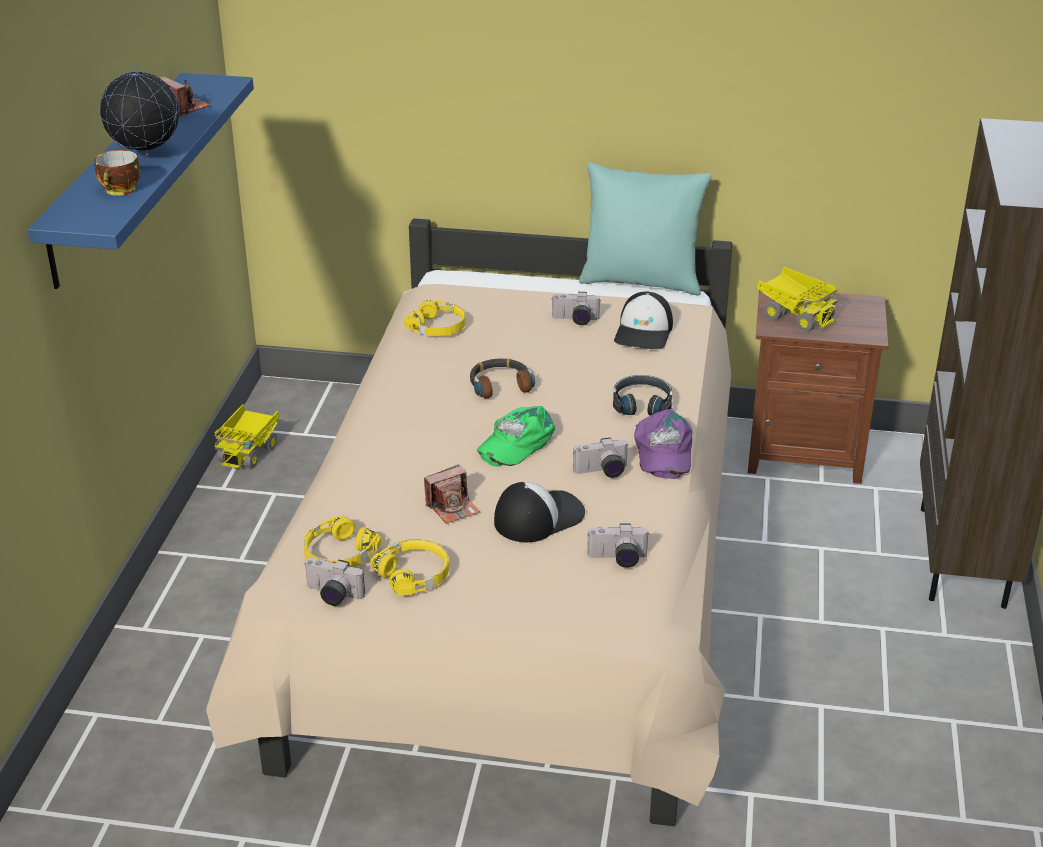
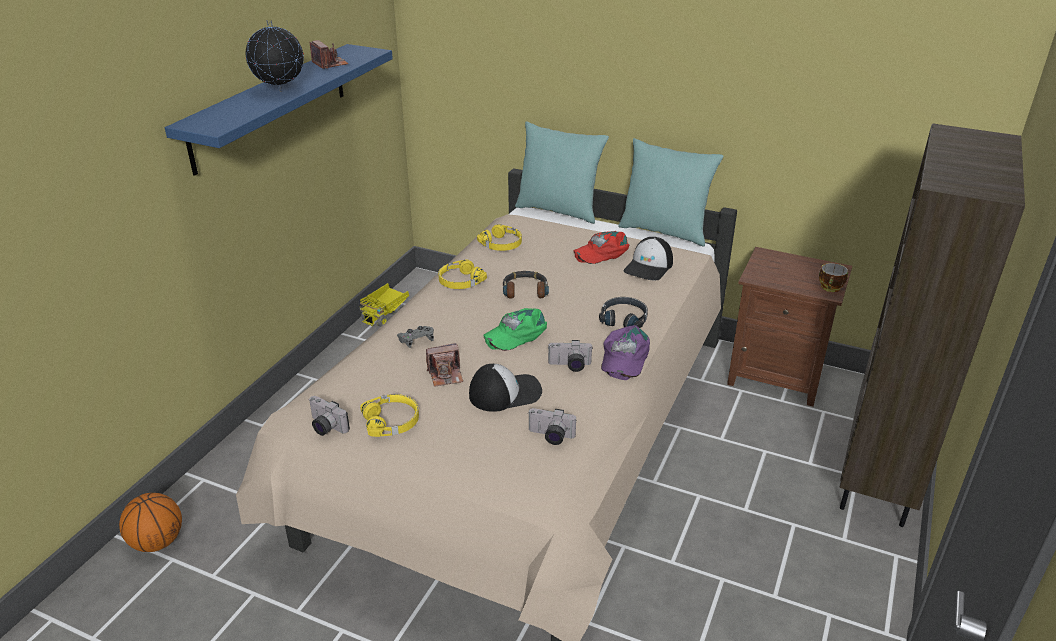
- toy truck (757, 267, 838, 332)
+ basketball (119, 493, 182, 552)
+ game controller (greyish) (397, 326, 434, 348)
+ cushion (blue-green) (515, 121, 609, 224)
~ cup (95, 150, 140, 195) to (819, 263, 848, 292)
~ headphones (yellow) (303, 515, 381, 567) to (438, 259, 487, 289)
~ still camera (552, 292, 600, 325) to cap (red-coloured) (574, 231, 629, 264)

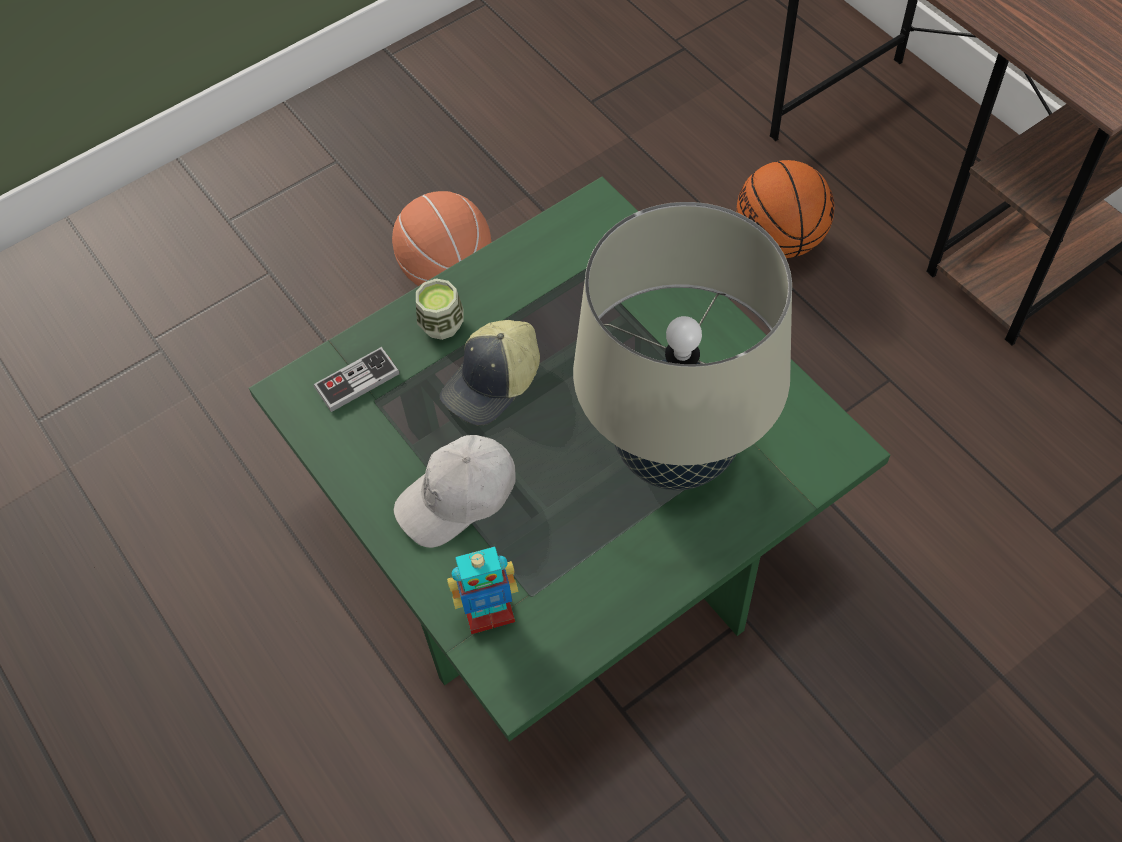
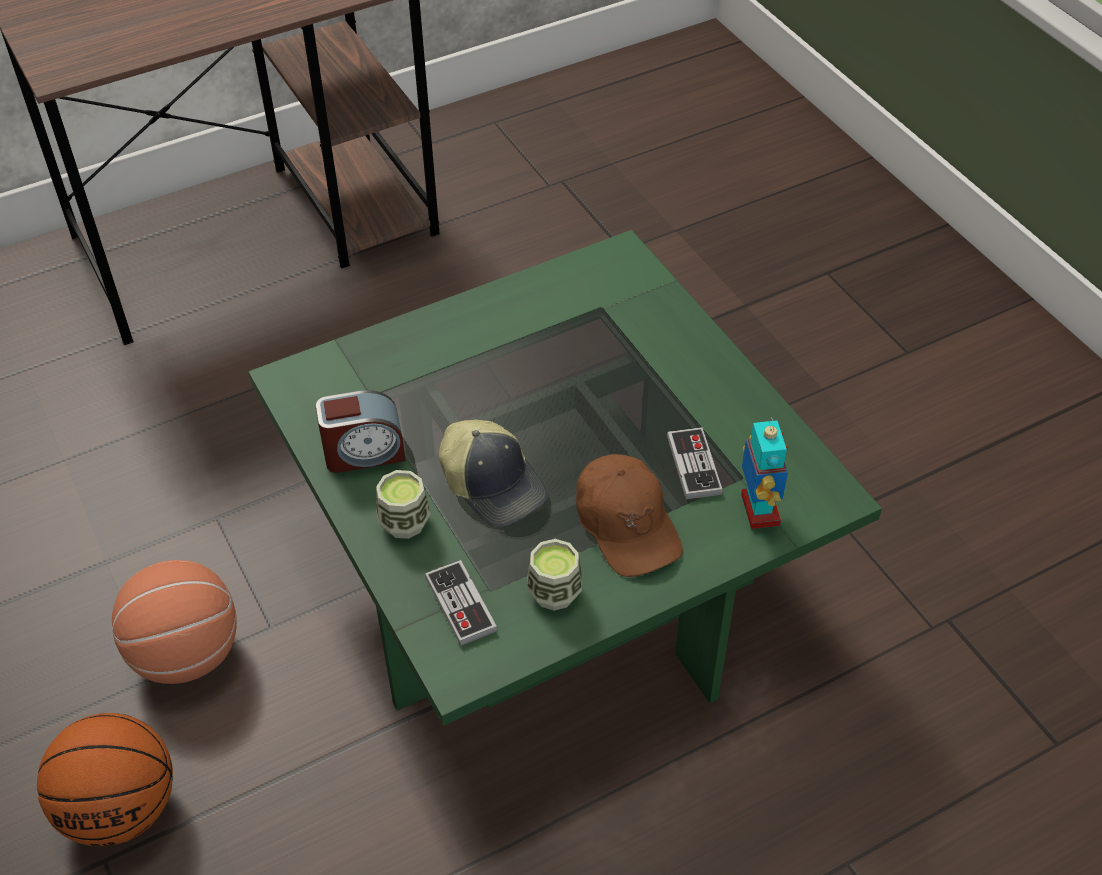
- lamp for a table (beige) (573, 202, 792, 490)
+ table clock (316, 390, 406, 473)
+ cup (527, 539, 582, 611)
+ game controller (667, 427, 723, 500)
~ basketball (737, 160, 834, 258) to (37, 713, 173, 847)
~ cap (white-coloured) (394, 435, 516, 548) to cap (brown) (576, 454, 683, 577)

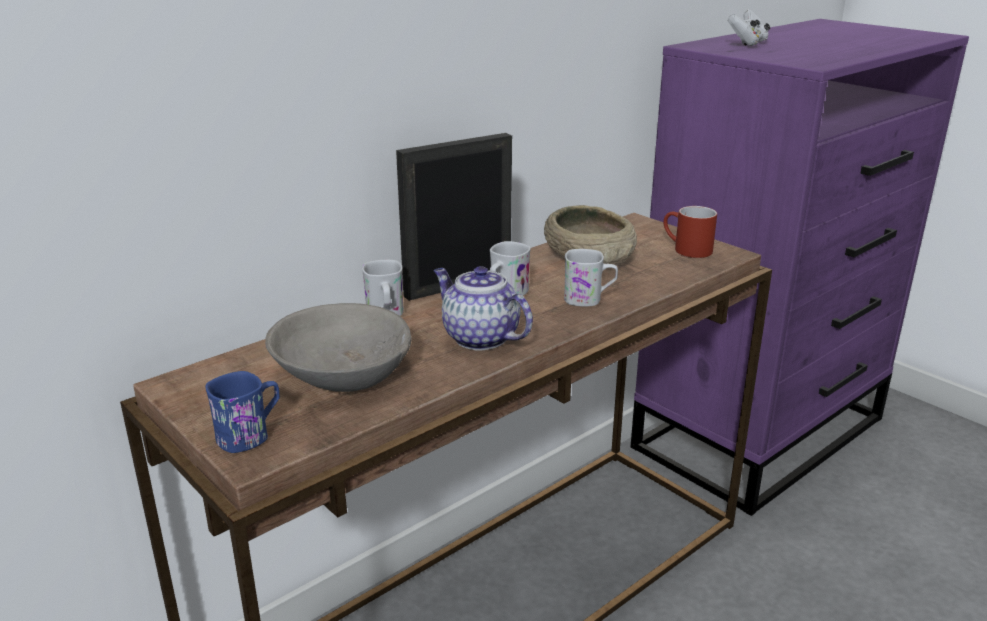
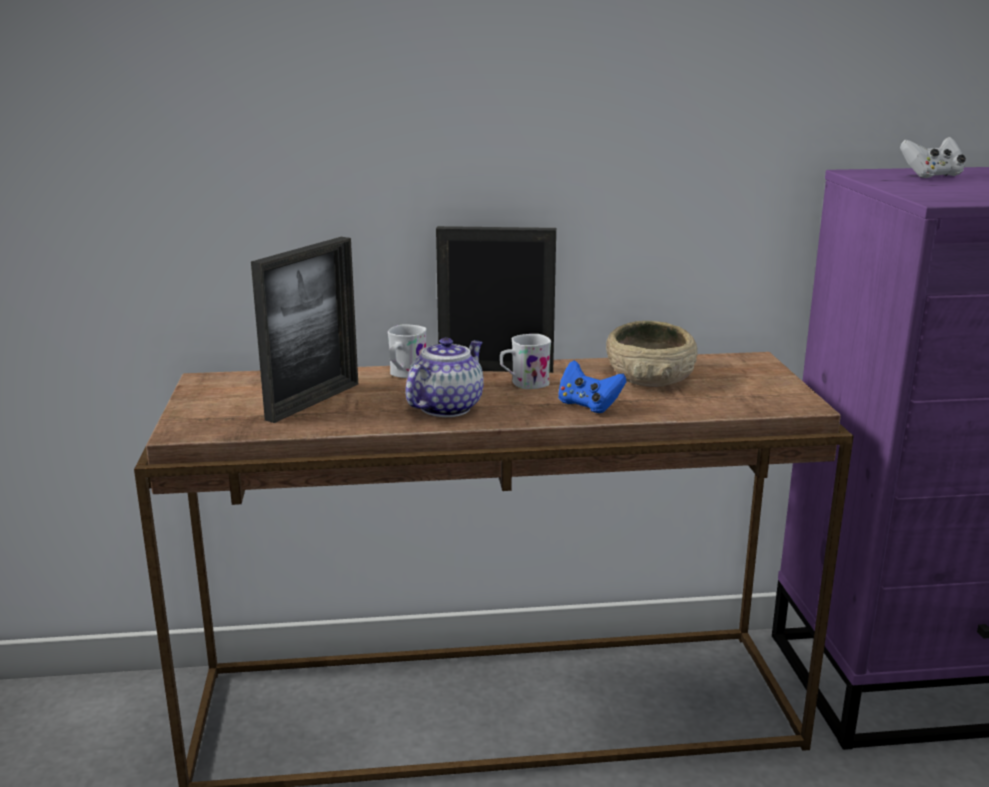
- coffee mug (blue-coloured) (205, 371, 280, 453)
- coffee mug (red-coloured) (663, 206, 717, 258)
~ serving bowl (greyish) (265, 303, 412, 392) to standing frame (251, 237, 358, 423)
~ coffee mug (white-coloured) (564, 249, 618, 307) to game controller (blue-coloured) (558, 360, 627, 413)
~ pot for tea (433, 266, 533, 351) = (405, 338, 484, 417) 45 degrees clockwise

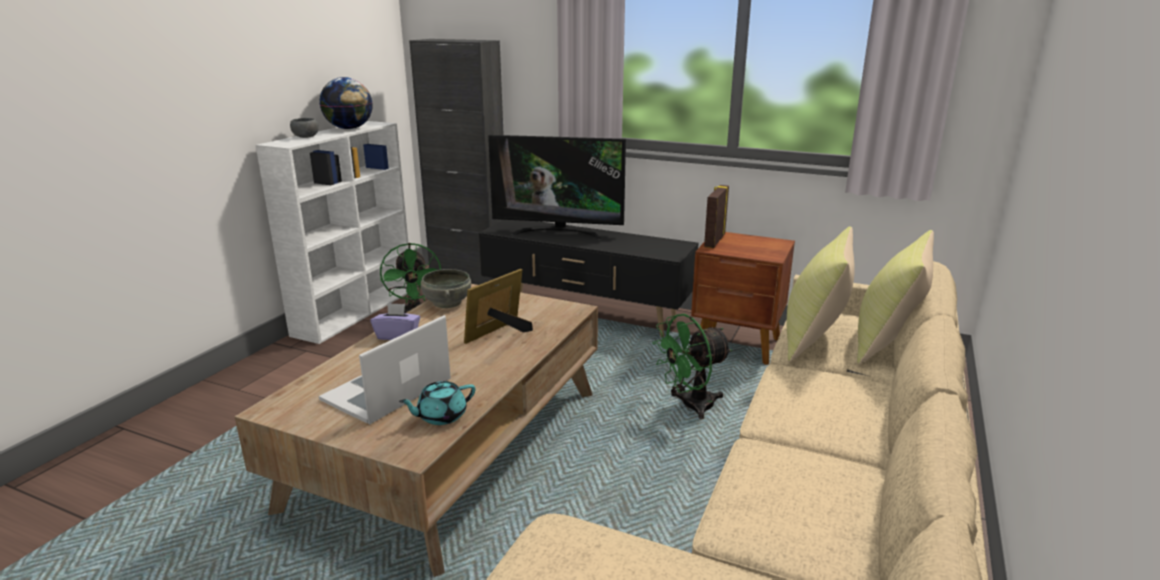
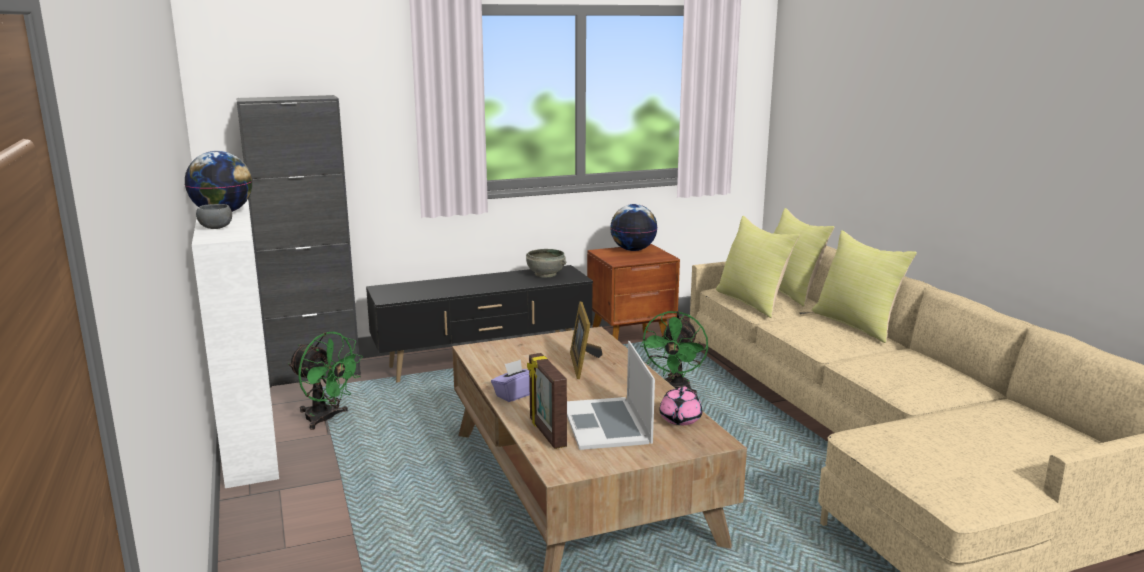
- TV set (488, 135, 626, 240)
+ desk globe (610, 204, 658, 251)
+ cushion (yellow) (812, 230, 917, 343)
~ serving bowl (greyish) (421, 269, 471, 308) to (526, 249, 566, 277)
~ standing frame (704, 185, 729, 248) to (527, 353, 567, 449)
~ pot for tea (blue-green) (399, 381, 475, 425) to pot for tea (pinkish) (659, 387, 702, 425)

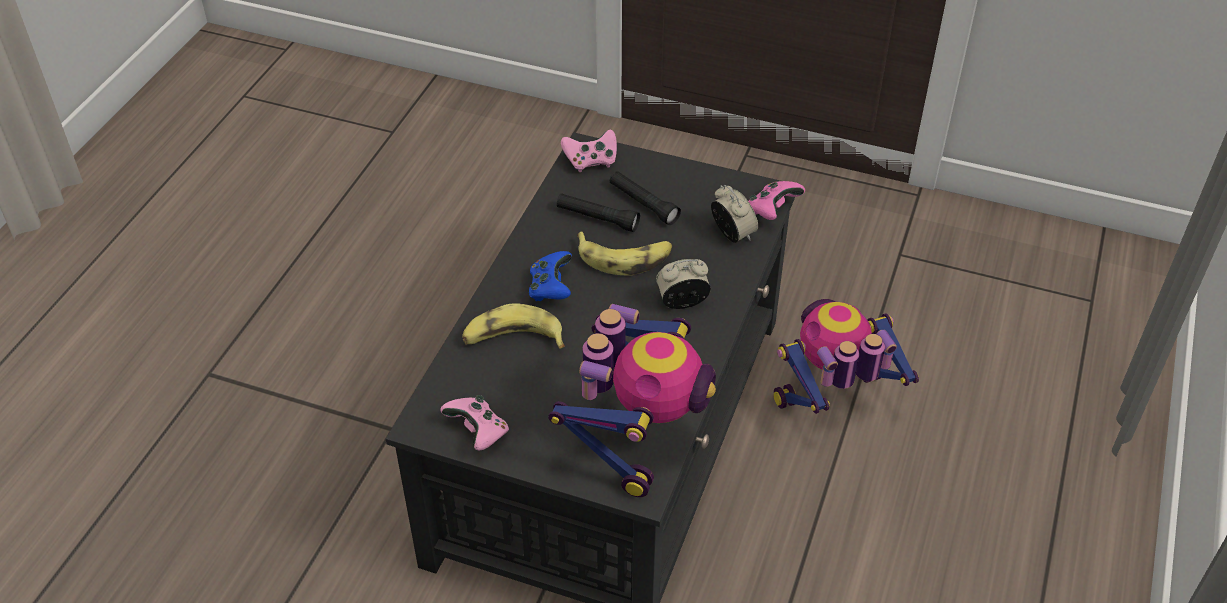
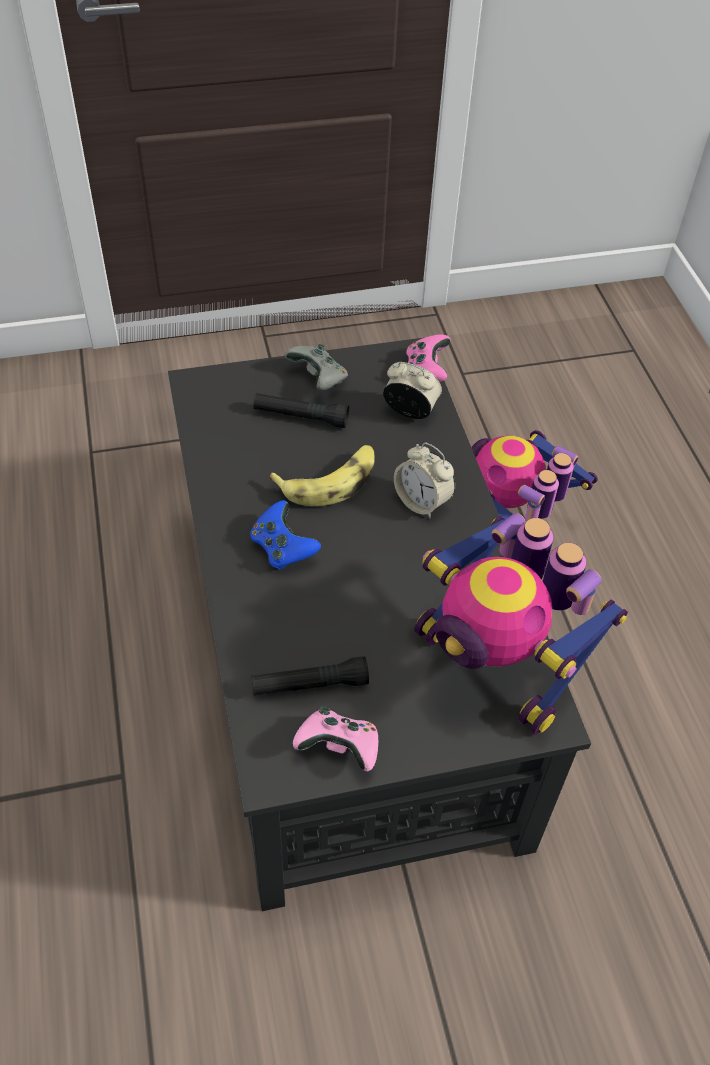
- whole banana (462, 303, 565, 349)
- game controller (pinkish) (561, 130, 617, 172)
+ game controller (greyish) (285, 344, 348, 390)
~ hand torch (black-coloured) (557, 193, 640, 232) to (251, 656, 369, 696)
~ model robot (548, 304, 716, 497) = (414, 513, 628, 735) 150 degrees clockwise
~ table clock (656, 259, 711, 309) = (394, 442, 455, 518) 90 degrees counterclockwise

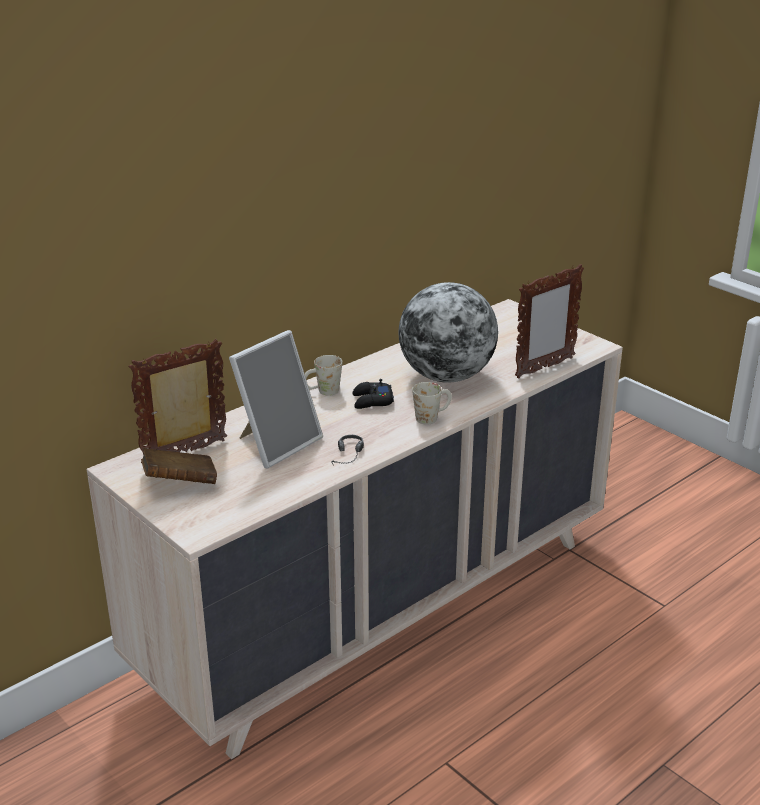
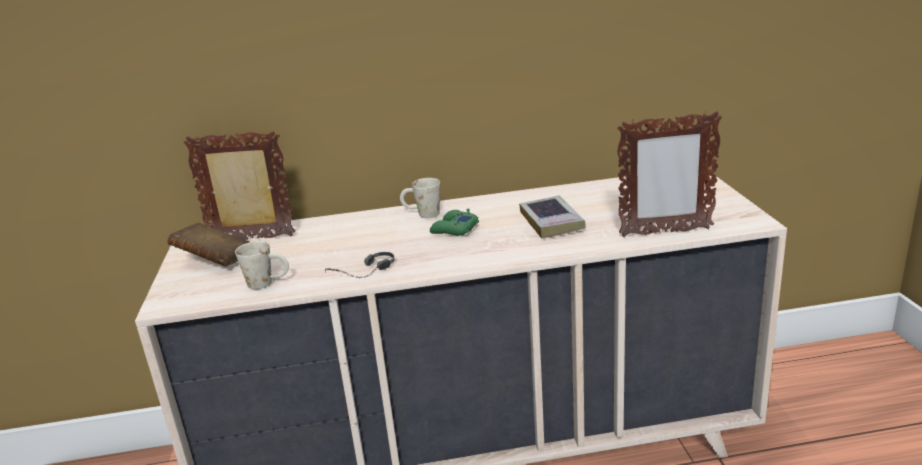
- standing frame (229, 330, 323, 468)
~ coffee mug (white-coloured) (412, 382, 452, 425) to (235, 241, 289, 289)
~ desk globe (399, 282, 498, 383) to volume (519, 195, 586, 239)
~ game controller (black-coloured) (352, 379, 394, 409) to game controller (green) (430, 209, 479, 236)

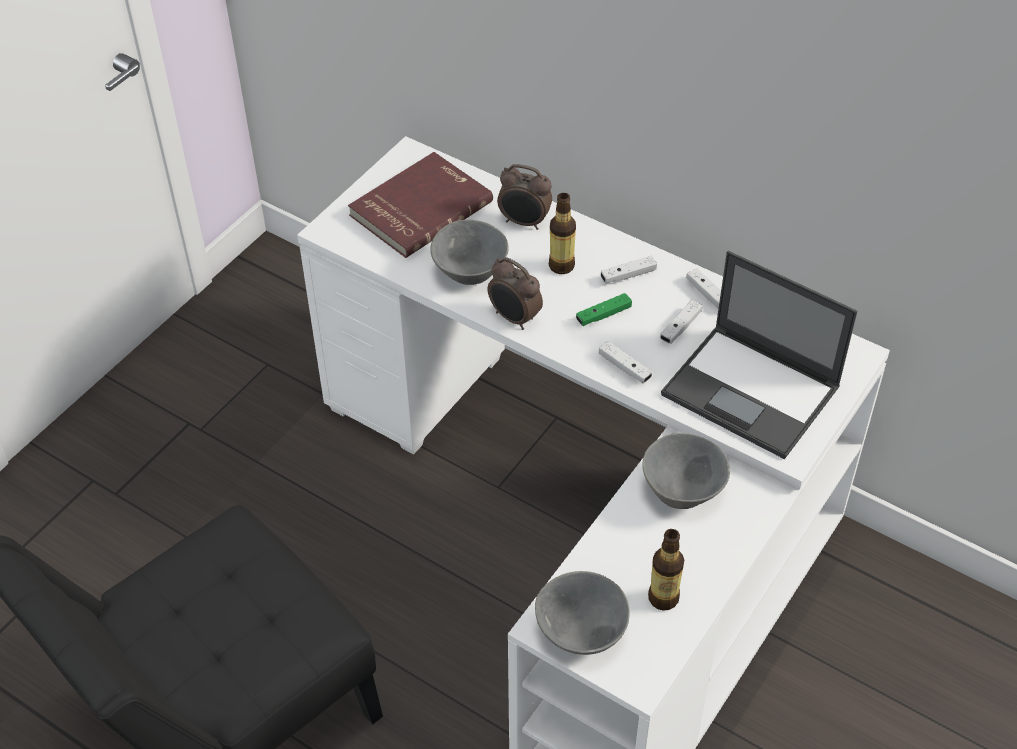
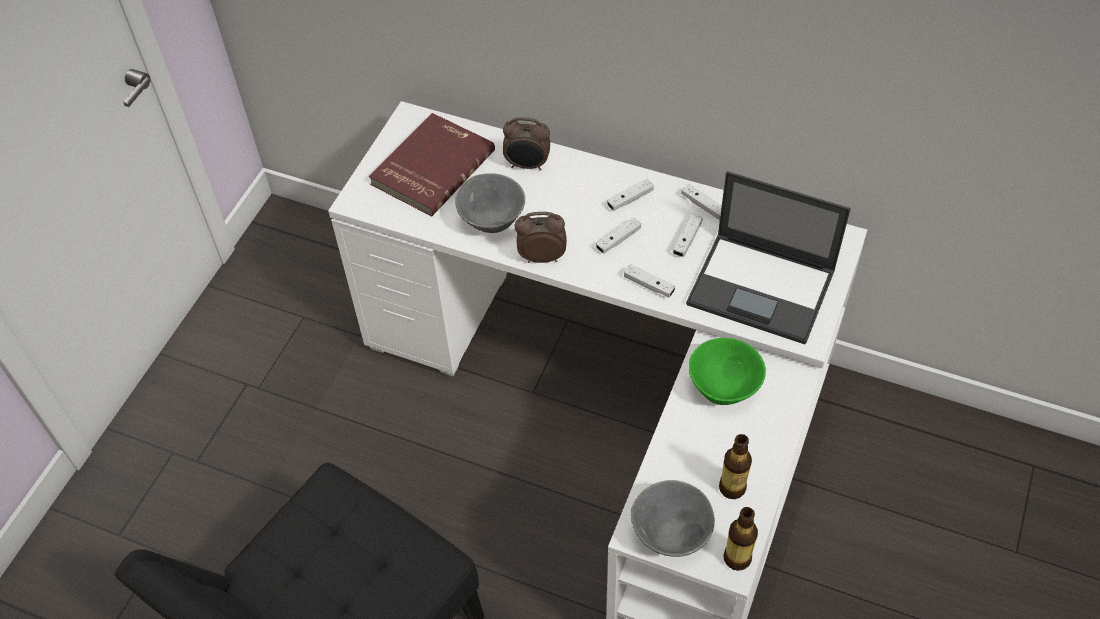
~ bottle (549, 193, 576, 274) to (723, 507, 758, 571)
~ game controller (green) (576, 293, 632, 326) to game controller (white-coloured) (596, 217, 641, 254)
~ serving bowl (greyish) (642, 433, 730, 509) to serving bowl (green) (689, 338, 766, 405)
~ table clock (488, 257, 543, 330) = (514, 212, 567, 263) 150 degrees clockwise

